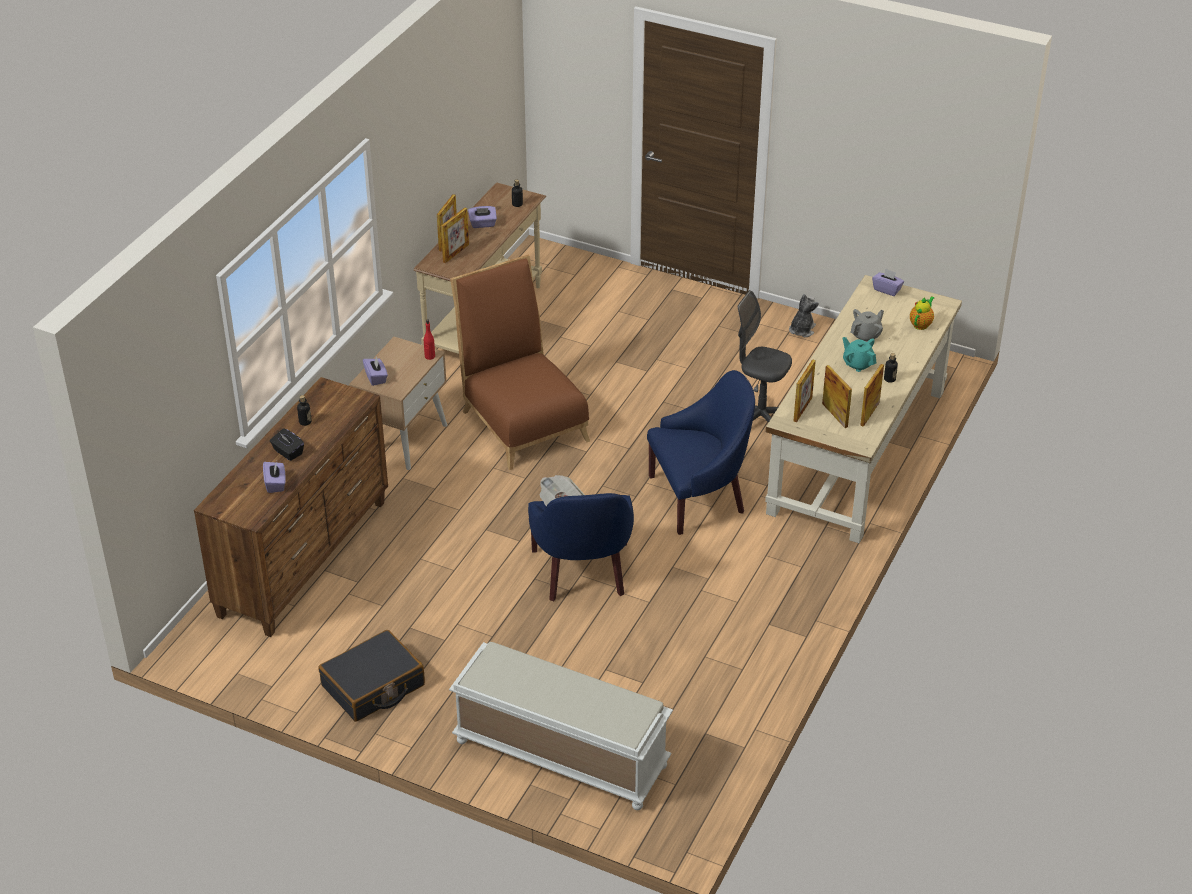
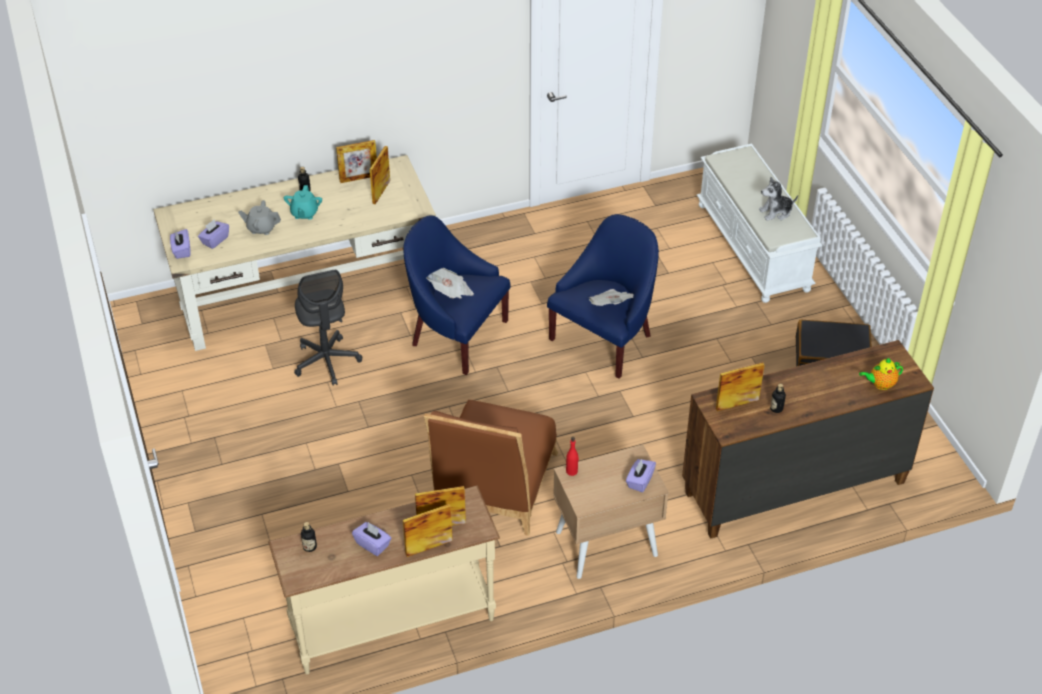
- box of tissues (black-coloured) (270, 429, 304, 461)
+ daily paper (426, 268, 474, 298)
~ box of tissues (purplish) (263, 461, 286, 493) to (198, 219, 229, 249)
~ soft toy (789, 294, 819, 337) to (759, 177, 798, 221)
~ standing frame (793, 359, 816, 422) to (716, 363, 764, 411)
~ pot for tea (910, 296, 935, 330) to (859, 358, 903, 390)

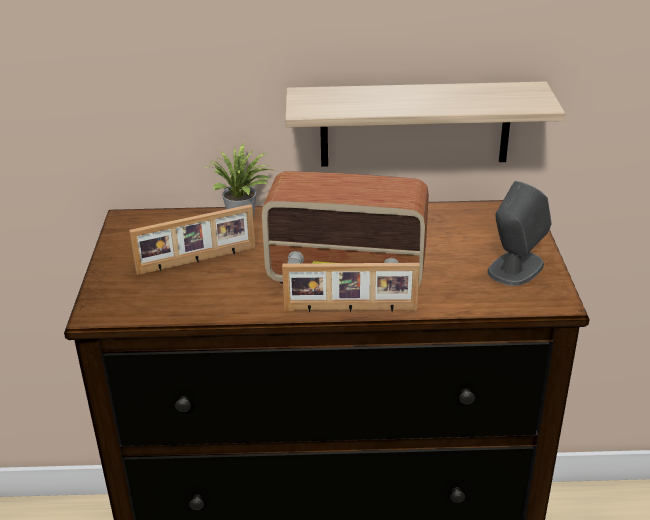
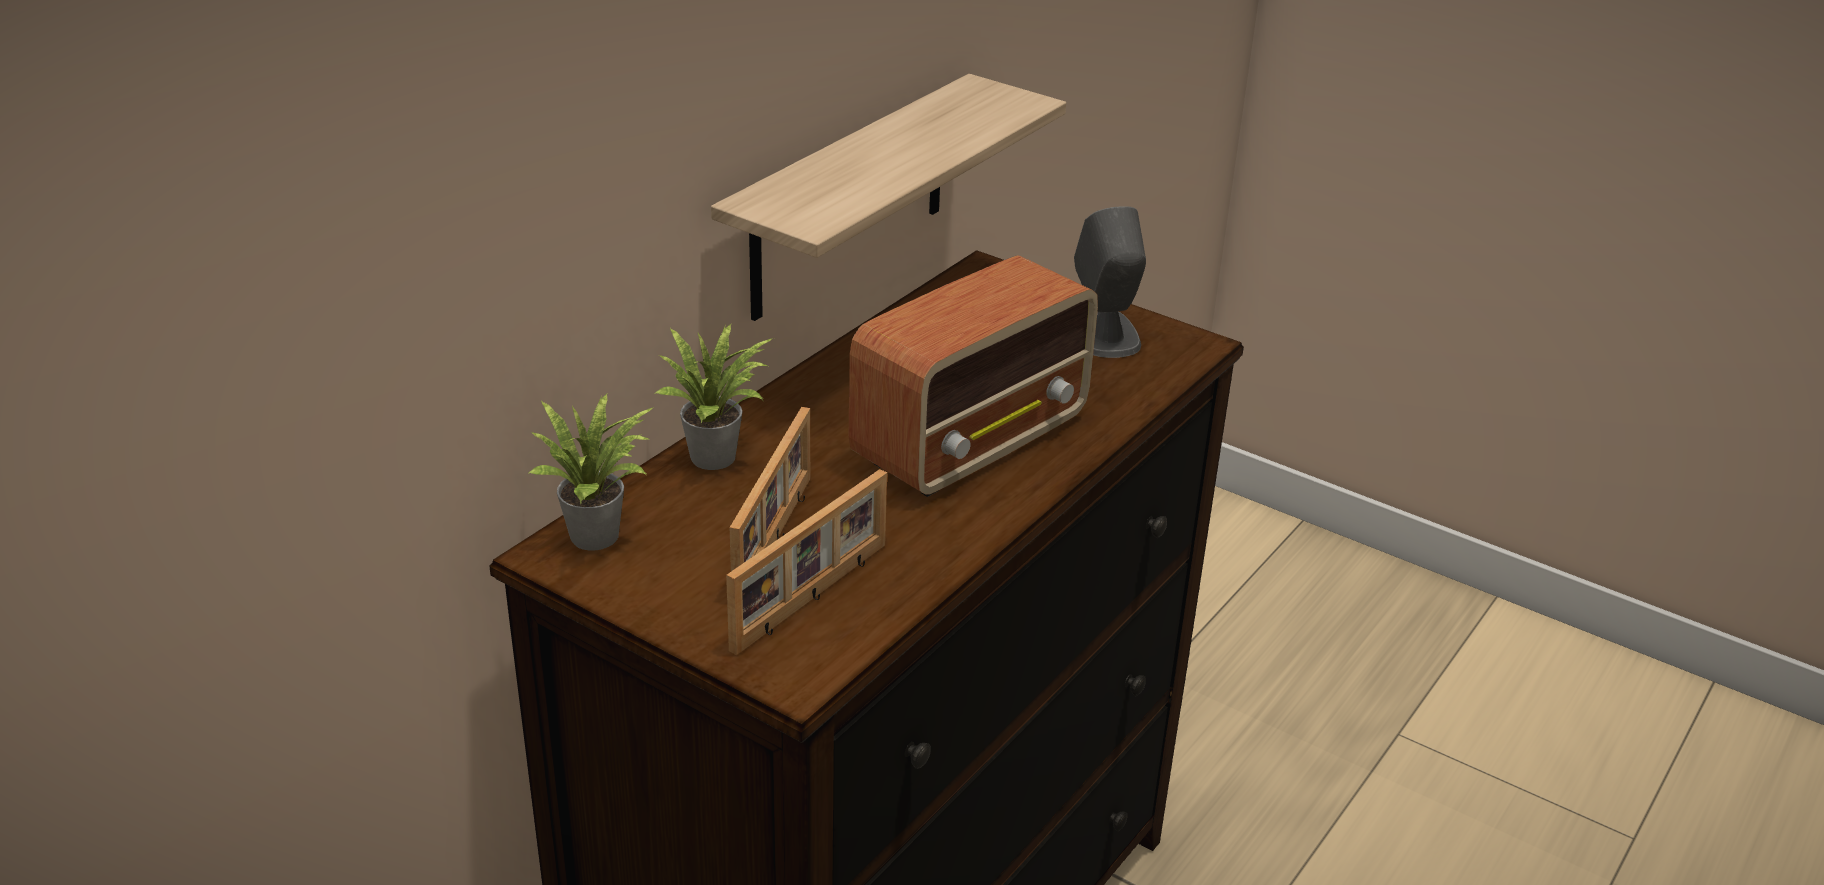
+ potted plant (528, 393, 654, 550)
~ standing frame (282, 263, 420, 313) to (726, 469, 887, 655)

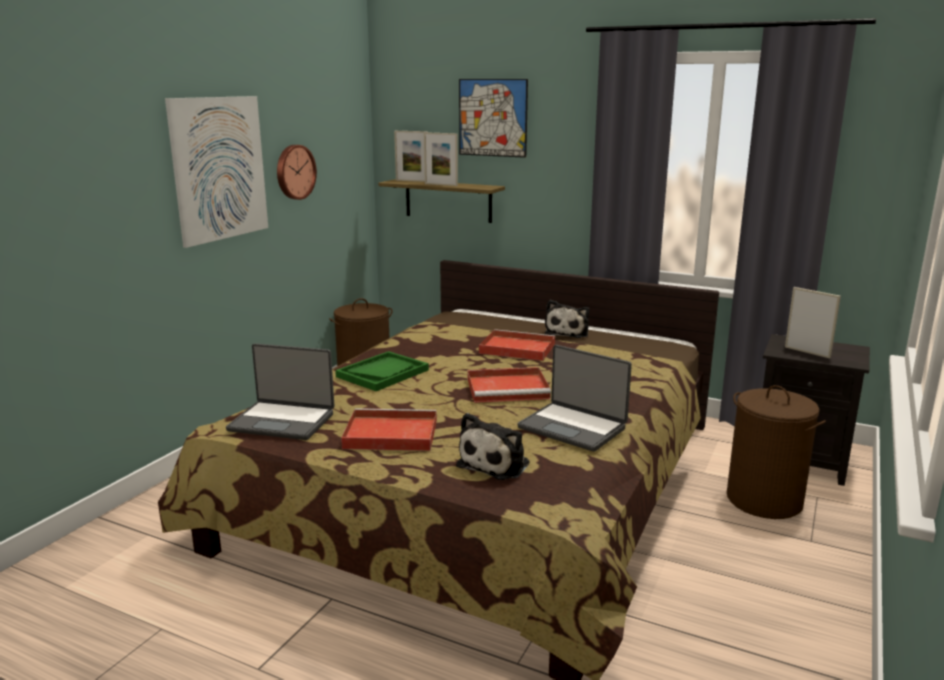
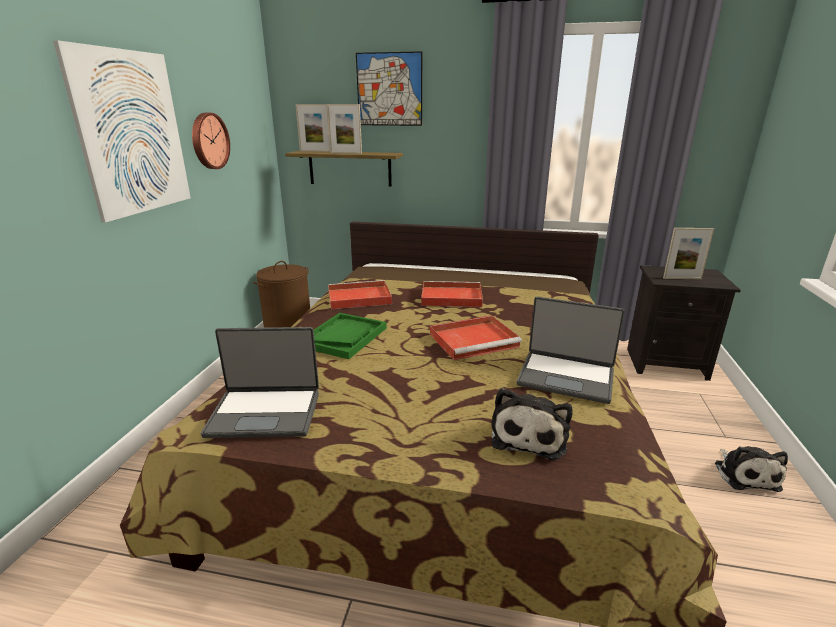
- washing basket (brown) (727, 385, 826, 519)
~ tray (red-coloured) (341, 408, 437, 451) to (328, 280, 392, 309)
~ soft toy (545, 300, 589, 338) to (715, 446, 788, 492)
~ standing frame (785, 287, 841, 359) = (663, 228, 714, 279) 150 degrees clockwise

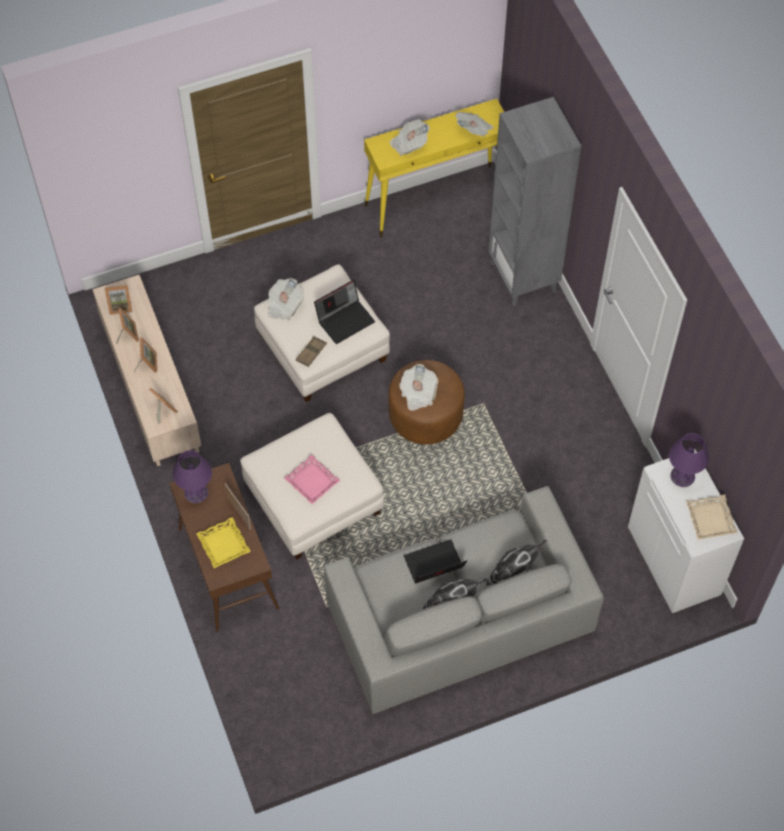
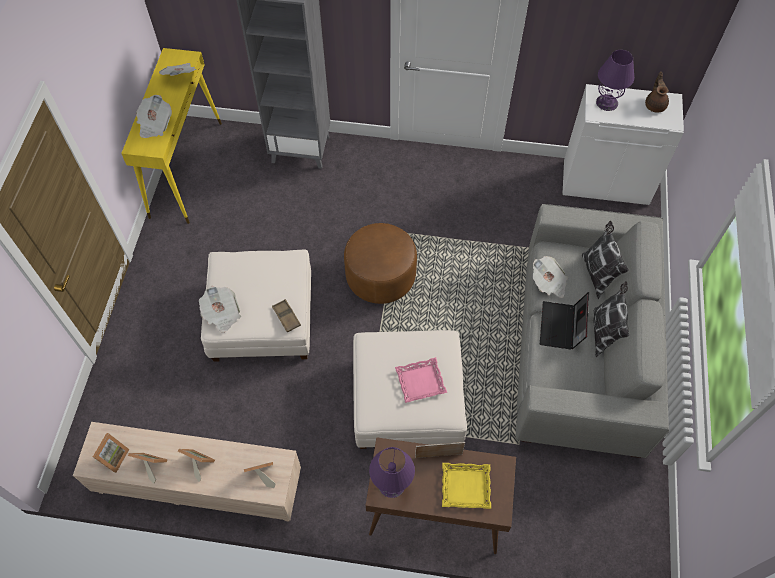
- notebook computer (314, 280, 375, 344)
~ daily paper (399, 364, 438, 411) to (532, 256, 568, 298)
~ tray (beige) (686, 494, 737, 540) to pot for tea (brown) (645, 72, 669, 113)

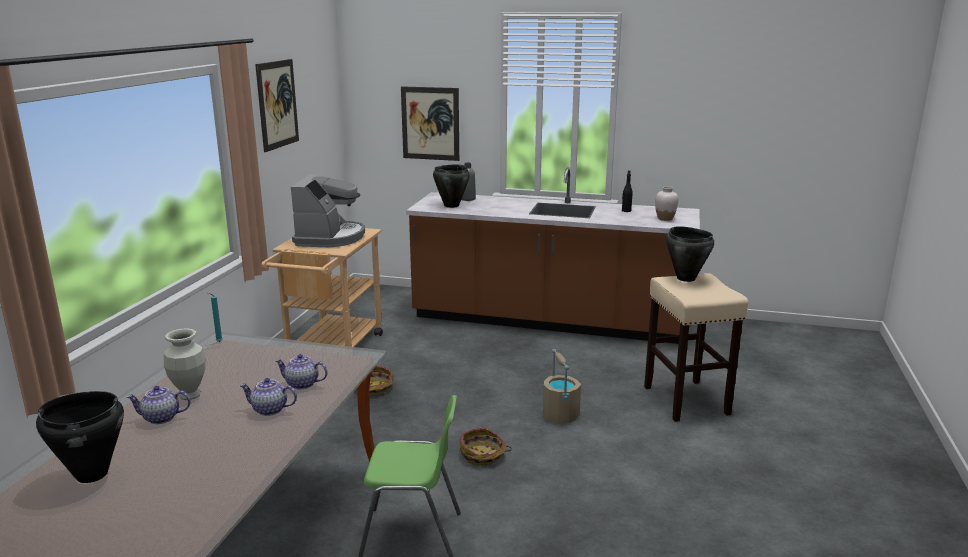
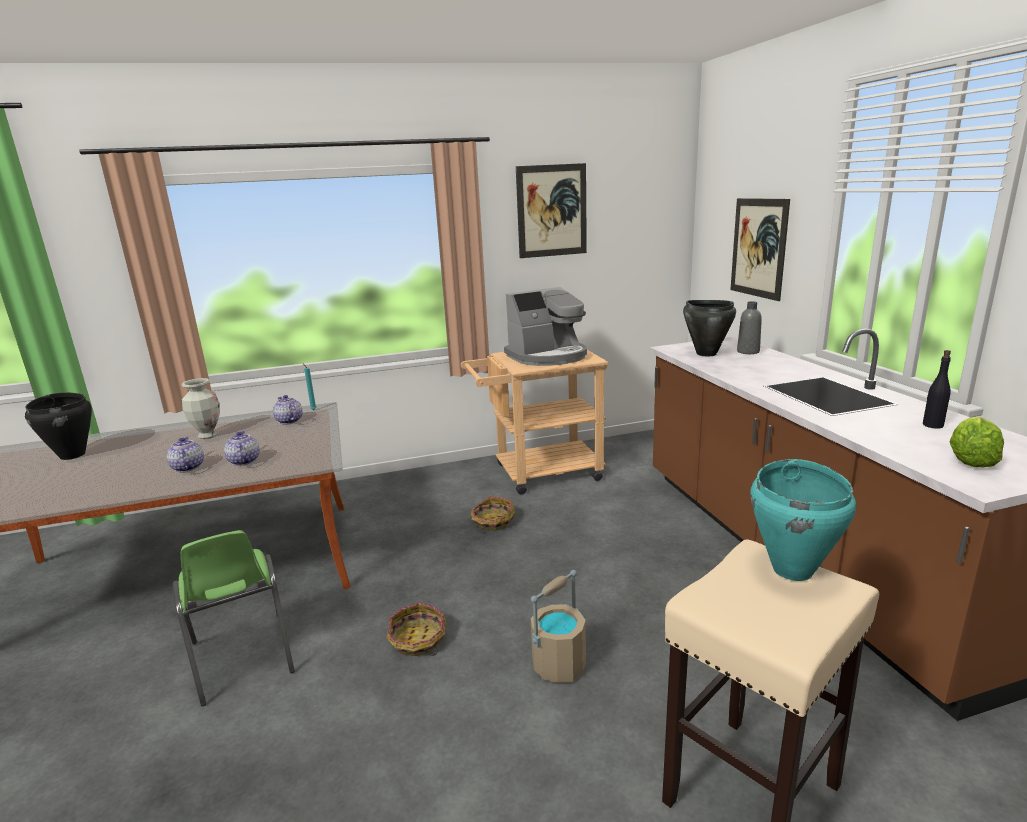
~ pot for tea (126, 386, 190, 424) to (273, 395, 303, 424)
~ decorative vase (white-coloured) (655, 186, 678, 221) to head of lettuce (950, 417, 1004, 467)
~ cooking pot (black-coloured) (666, 226, 714, 282) to cooking pot (blue-green) (750, 459, 856, 581)

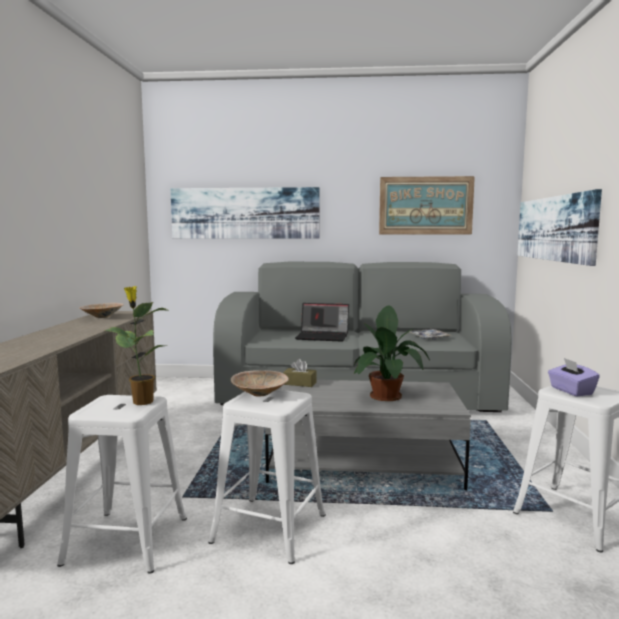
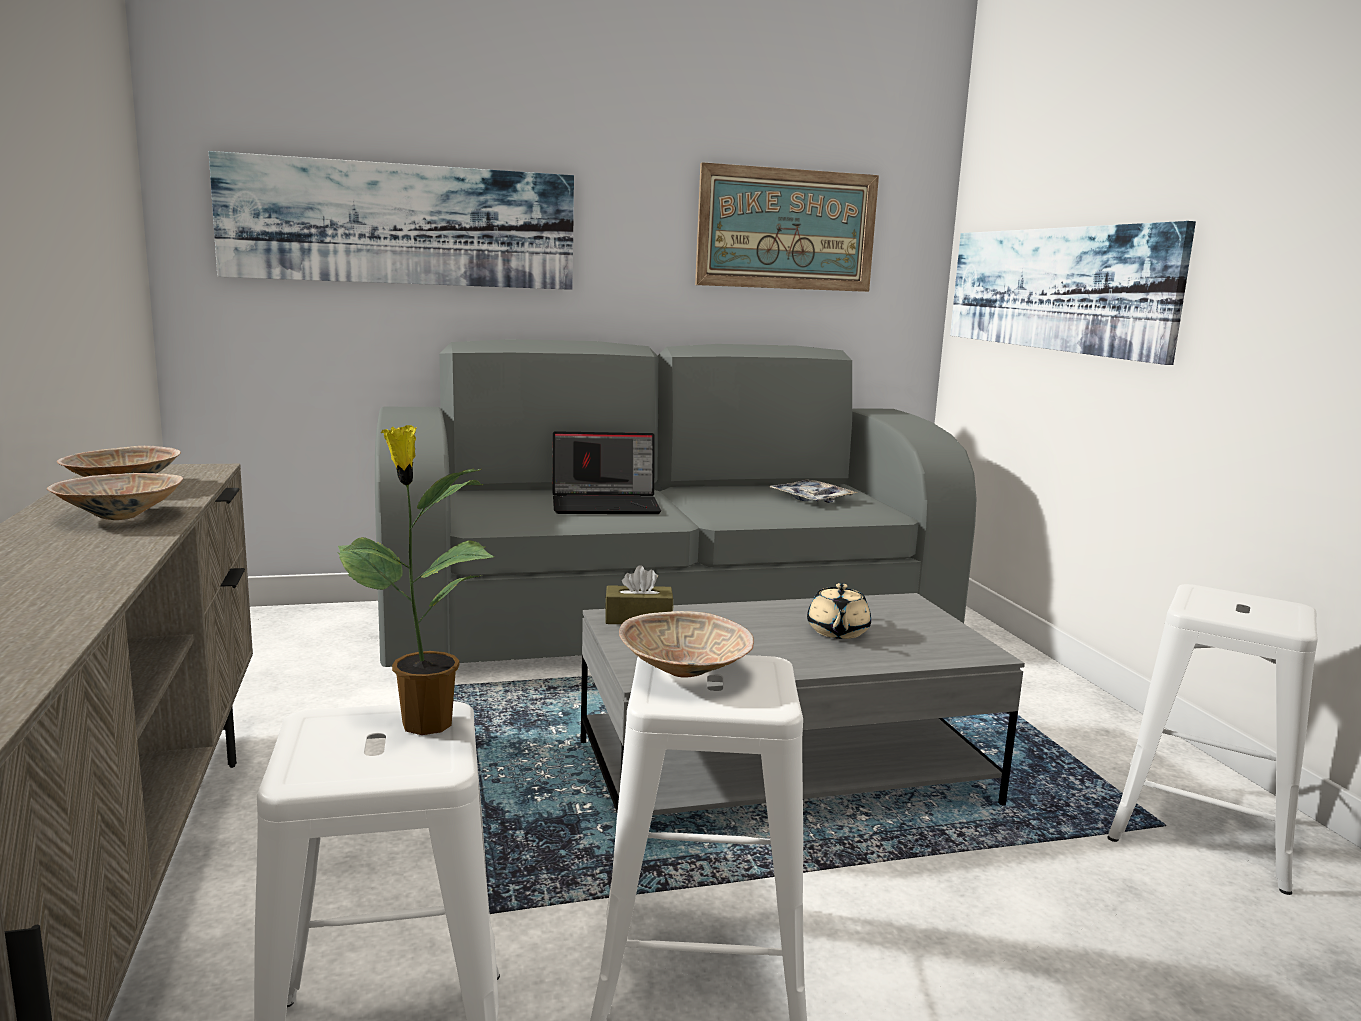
- box of tissues (purplish) (548, 358, 600, 396)
+ serving bowl (beige) (47, 473, 183, 520)
~ potted plant (353, 305, 430, 401) to pot for tea (beige) (807, 583, 871, 639)

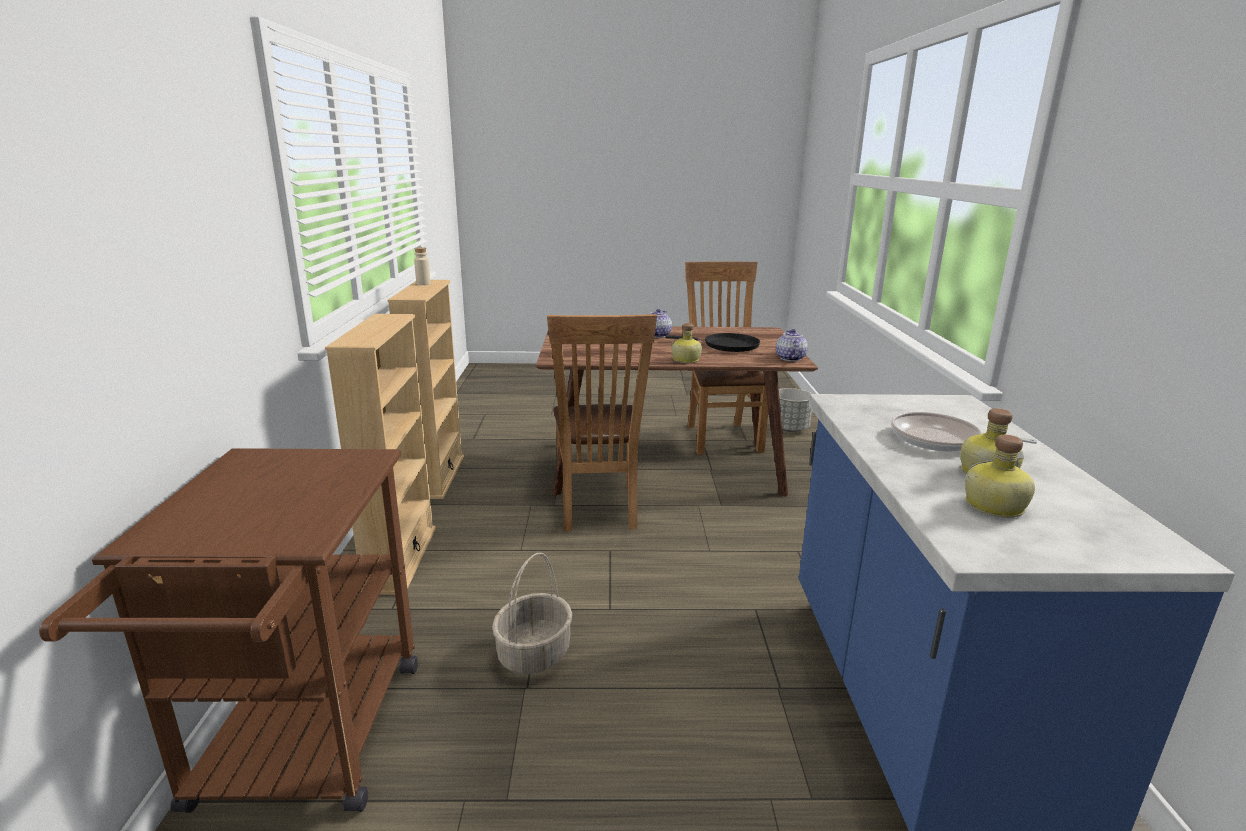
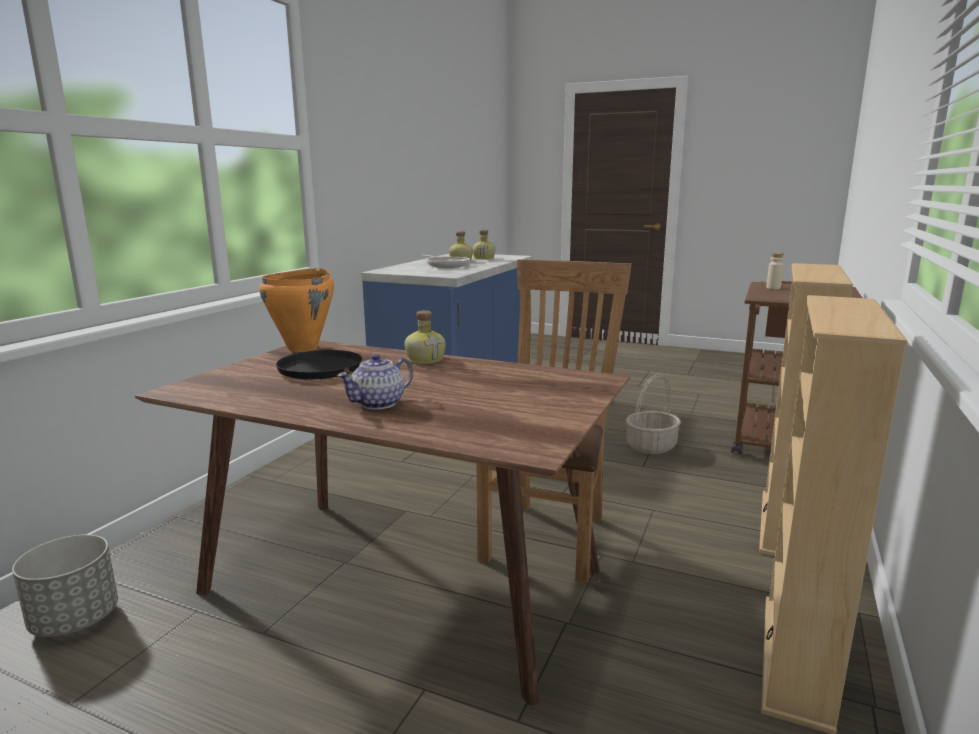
- chair (brown) (685, 262, 768, 455)
~ bottle (beige) (414, 247, 431, 285) to (766, 253, 784, 289)
~ pot for tea (776, 329, 808, 361) to cooking pot (orange-coloured) (259, 268, 334, 352)

